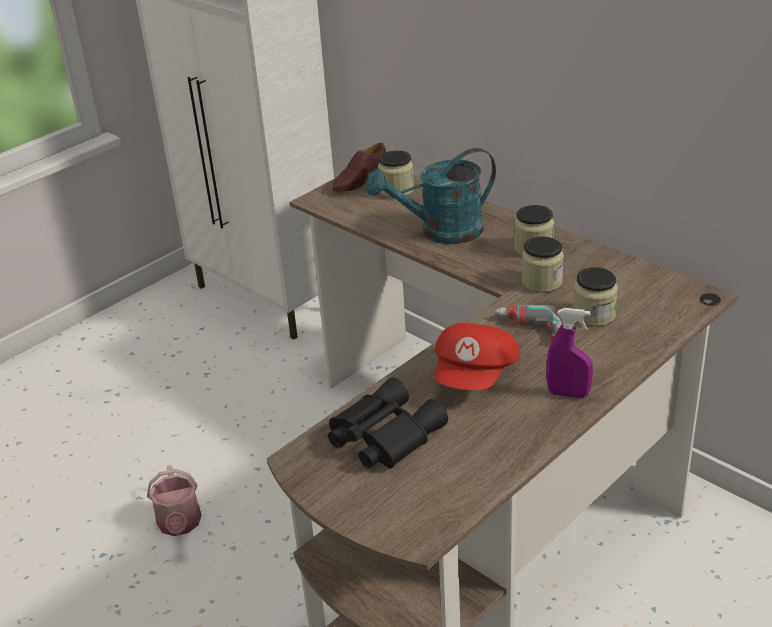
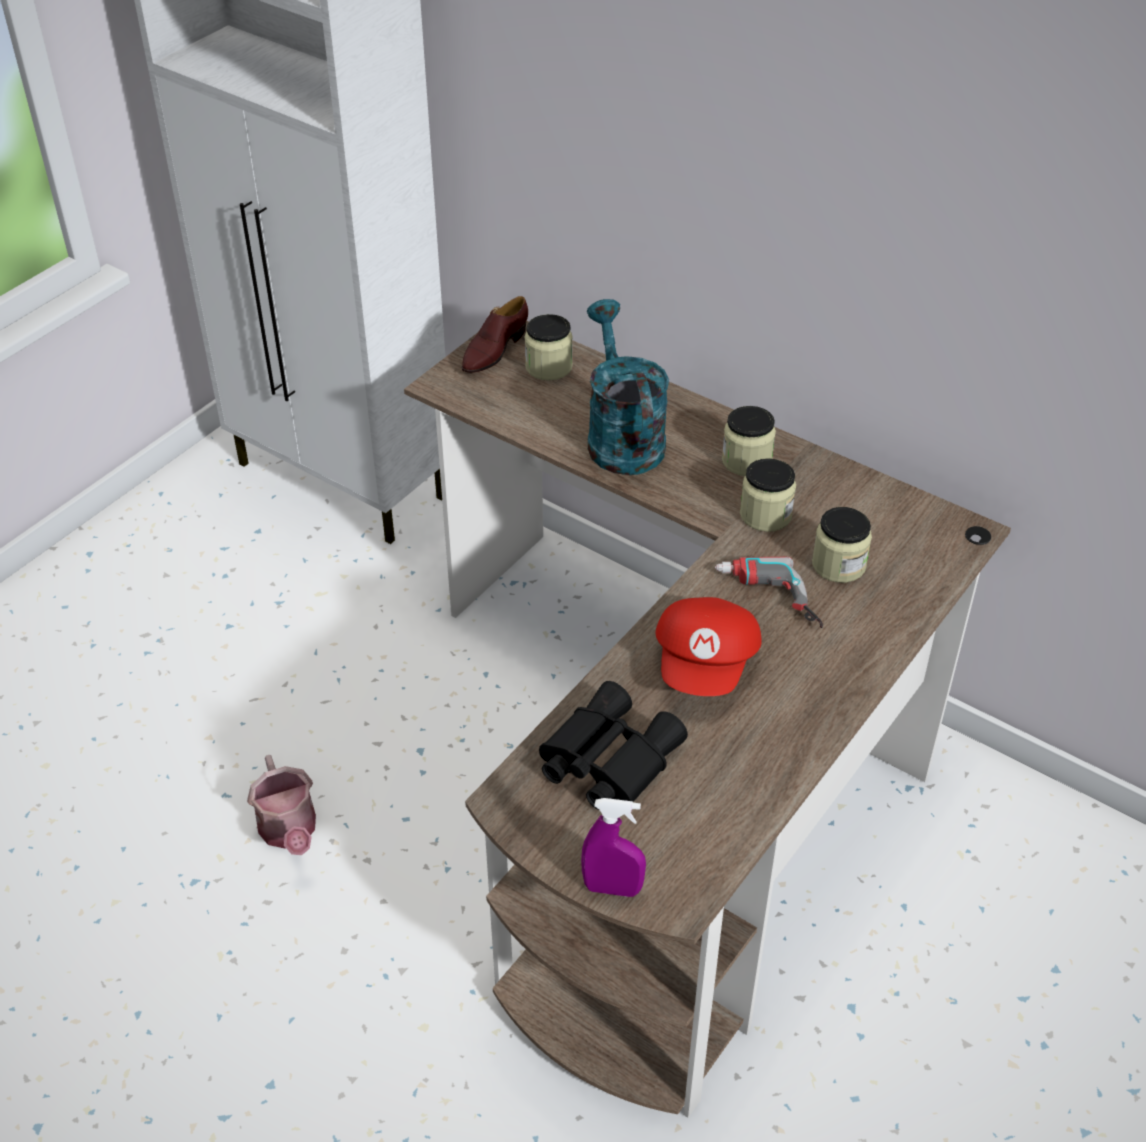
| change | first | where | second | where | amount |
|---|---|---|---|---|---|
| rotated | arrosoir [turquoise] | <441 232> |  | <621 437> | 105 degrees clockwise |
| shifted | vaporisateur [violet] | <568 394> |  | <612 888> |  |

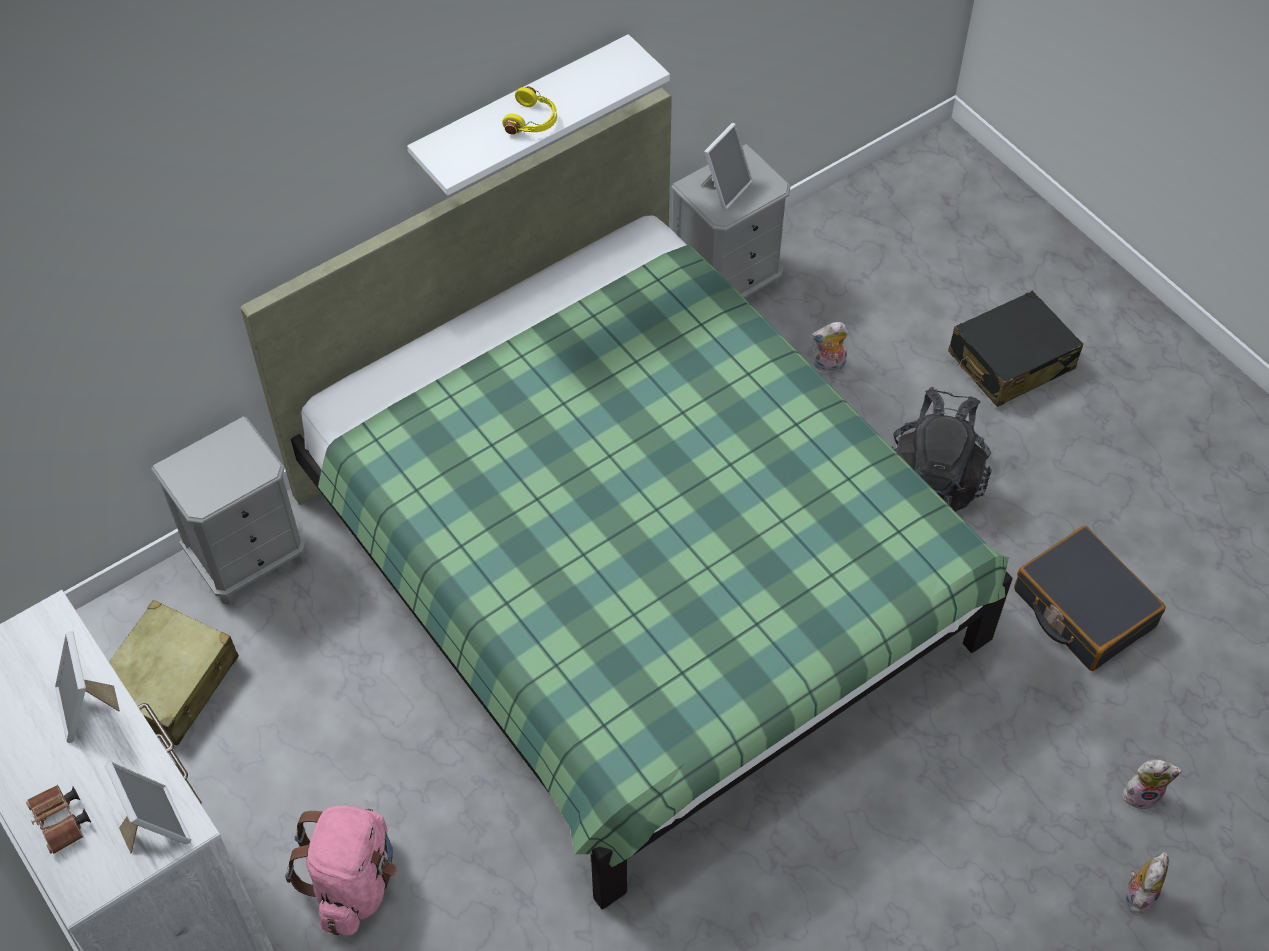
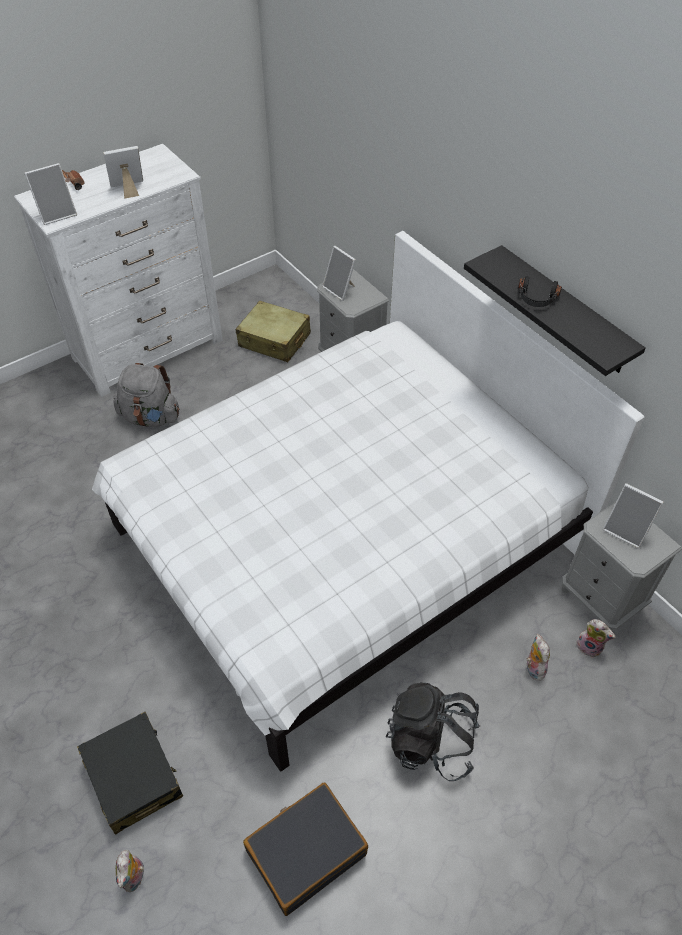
| change | first | where | second | where | amount |
|---|---|---|---|---|---|
| repainted | lit [vert] | <634 569> | lit [blanc] | <343 539> |  |
| repainted | sac à dos [rose] | <353 883> | sac à dos [gris] | <150 417> |  |
| repainted | étagère [blanc] | <521 110> | étagère [noir] | <564 310> |  |
| repainted | casque audio [jaune] | <532 121> | casque audio [noir] | <536 299> |  |
| shifted | valise [noir] | <1010 361> |  | <134 777> |  |
| shifted | peluche | <1139 894> |  | <590 646> |  |
| new |  |  | cadre photo | <340 289> |  |

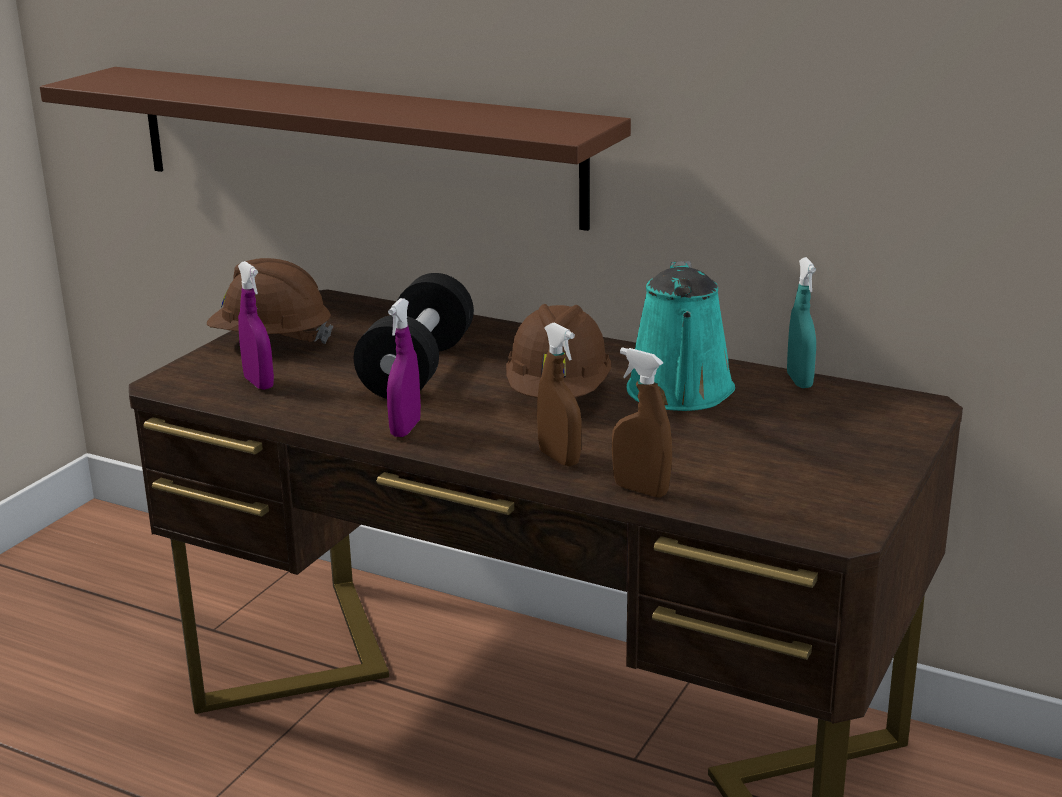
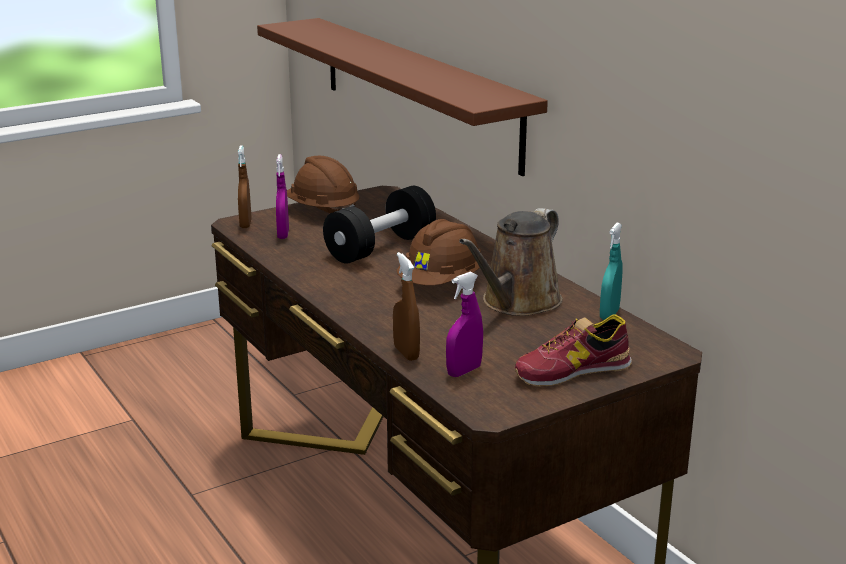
| change | first | where | second | where | amount |
|---|---|---|---|---|---|
| shifted | vaporisateur [violet] | <405 429> |  | <464 371> |  |
| shifted | vaporisateur [marron] | <559 458> |  | <245 224> |  |
| repainted | arrosoir [turquoise] | <681 394> | arrosoir [marron] | <517 303> |  |
| new |  |  | chaussure | <572 370> |  |

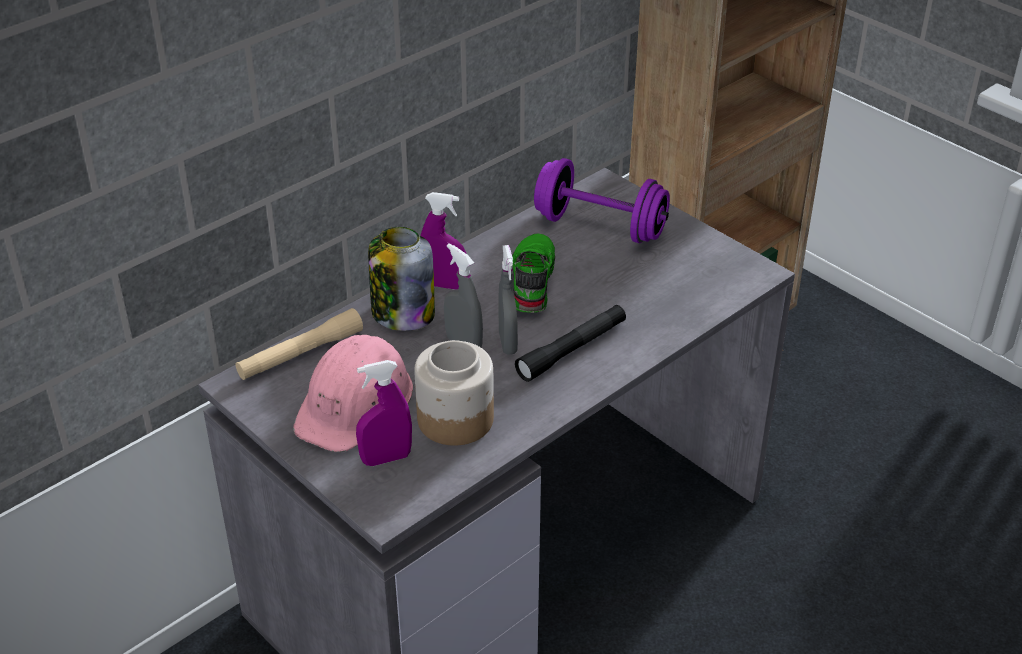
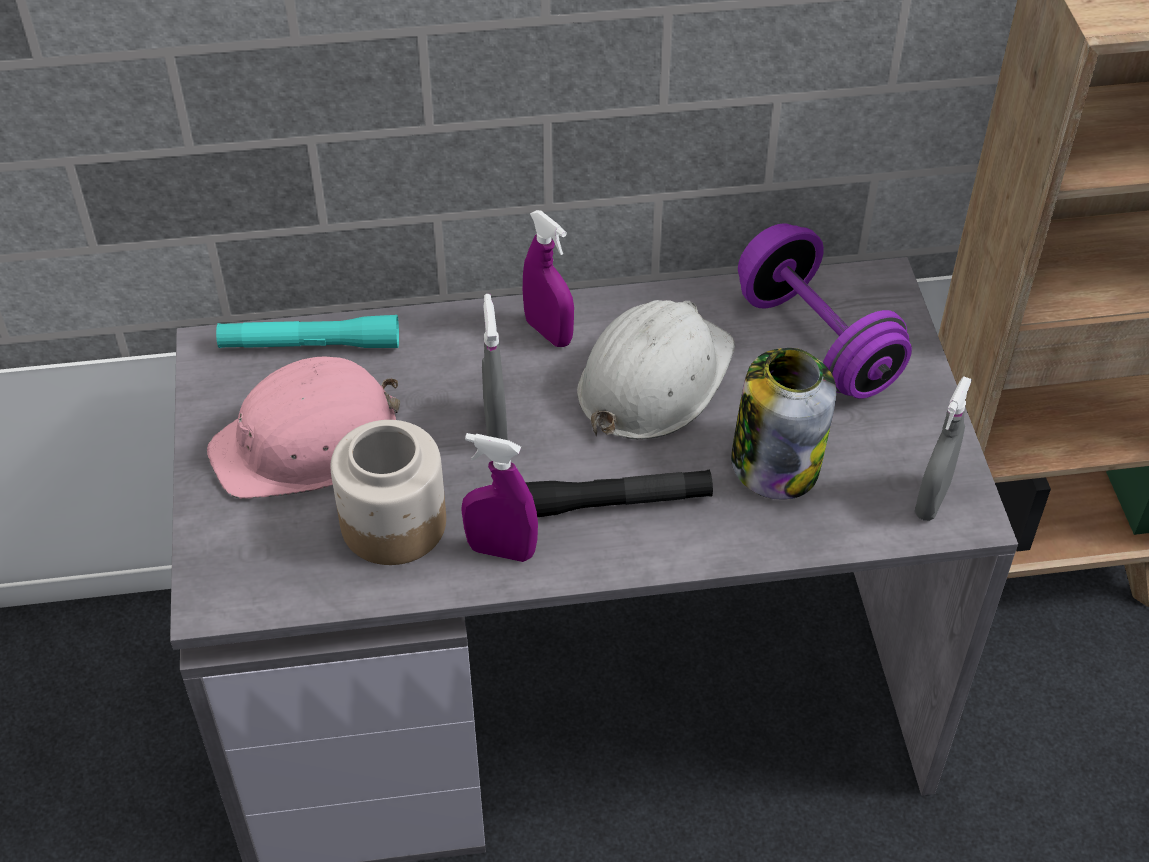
| change | first | where | second | where | amount |
|---|---|---|---|---|---|
| repainted | lampe de poche [beige] | <300 354> | lampe de poche [turquoise] | <310 345> |  |
| shifted | vaporisateur [violet] | <386 458> |  | <501 550> |  |
| shifted | bocal | <402 313> |  | <775 462> |  |
| shifted | vaporisateur [gris] | <507 343> |  | <932 500> |  |
| swapped | chaussure [vert] | <529 282> | casque de chantier [blanc] | <653 379> |  |

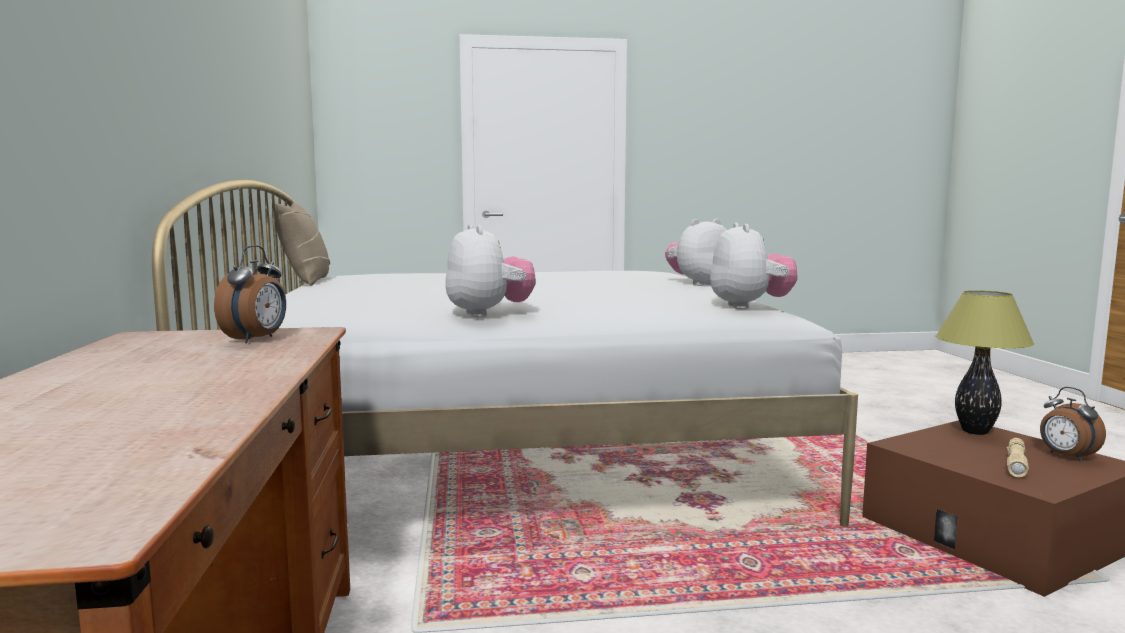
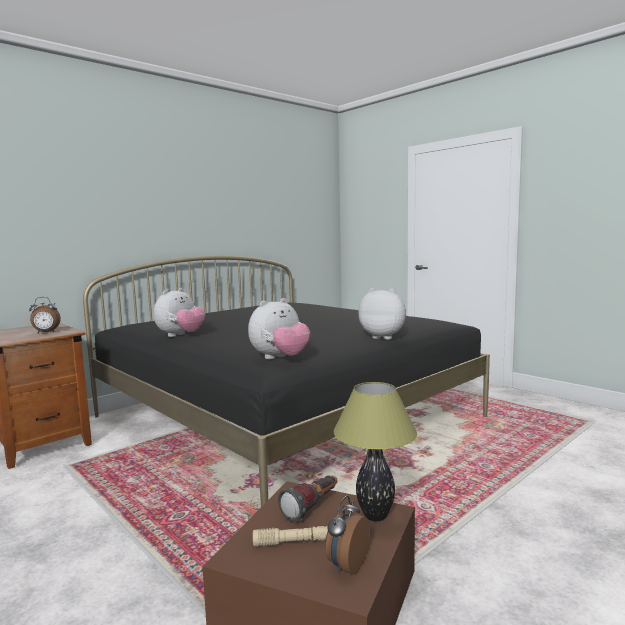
| change | first | where | second | where | amount |
|---|---|---|---|---|---|
| repainted | lit [blanc] | <511 446> | lit [noir] | <285 416> |  |
| gone | coussin [beige] | <306 281> |  |  |  |
| new |  |  | lampe de poche | <312 508> |  |

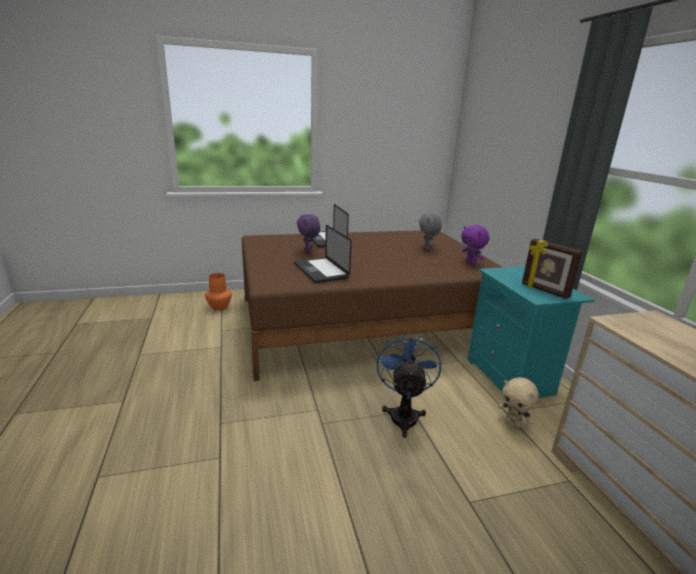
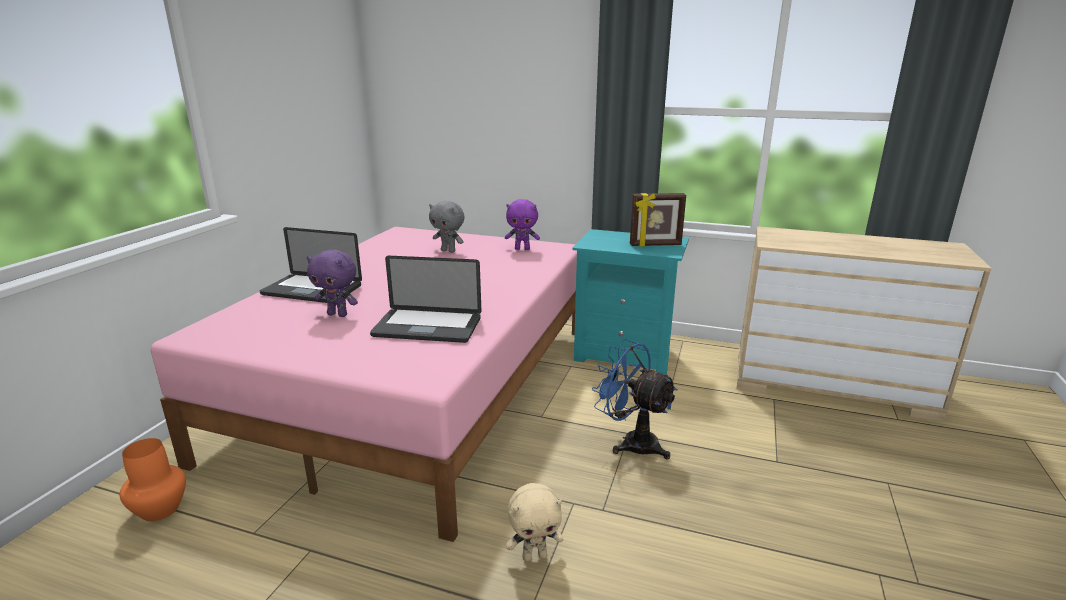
| change | first | where | second | where | amount |
|---|---|---|---|---|---|
| repainted | lit [marron] | <363 322> | lit [rose] | <420 388> |  |
| shifted | peluche [beige] | <513 423> |  | <535 556> |  |

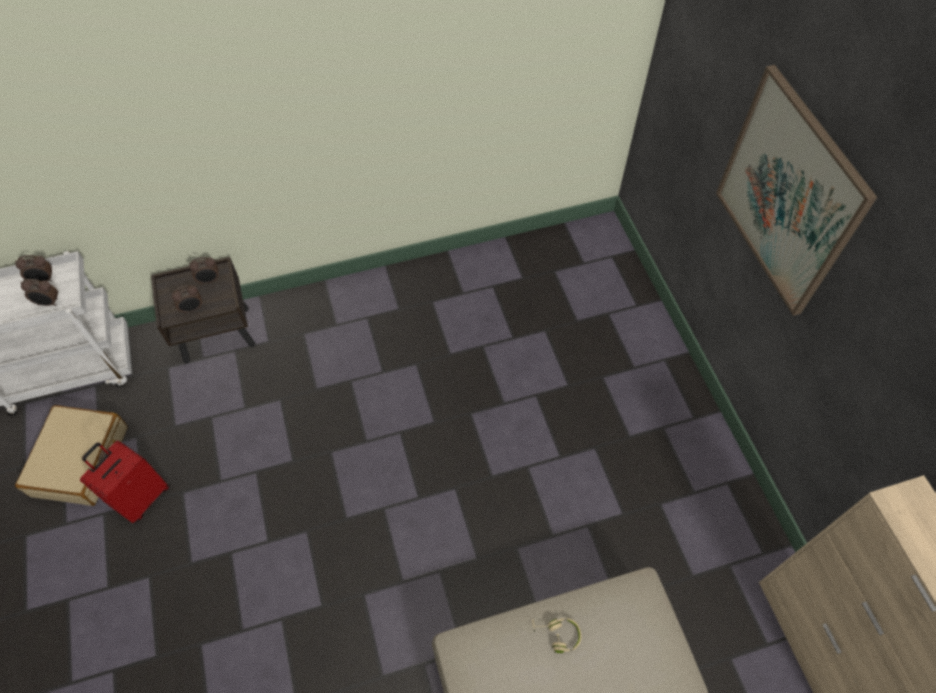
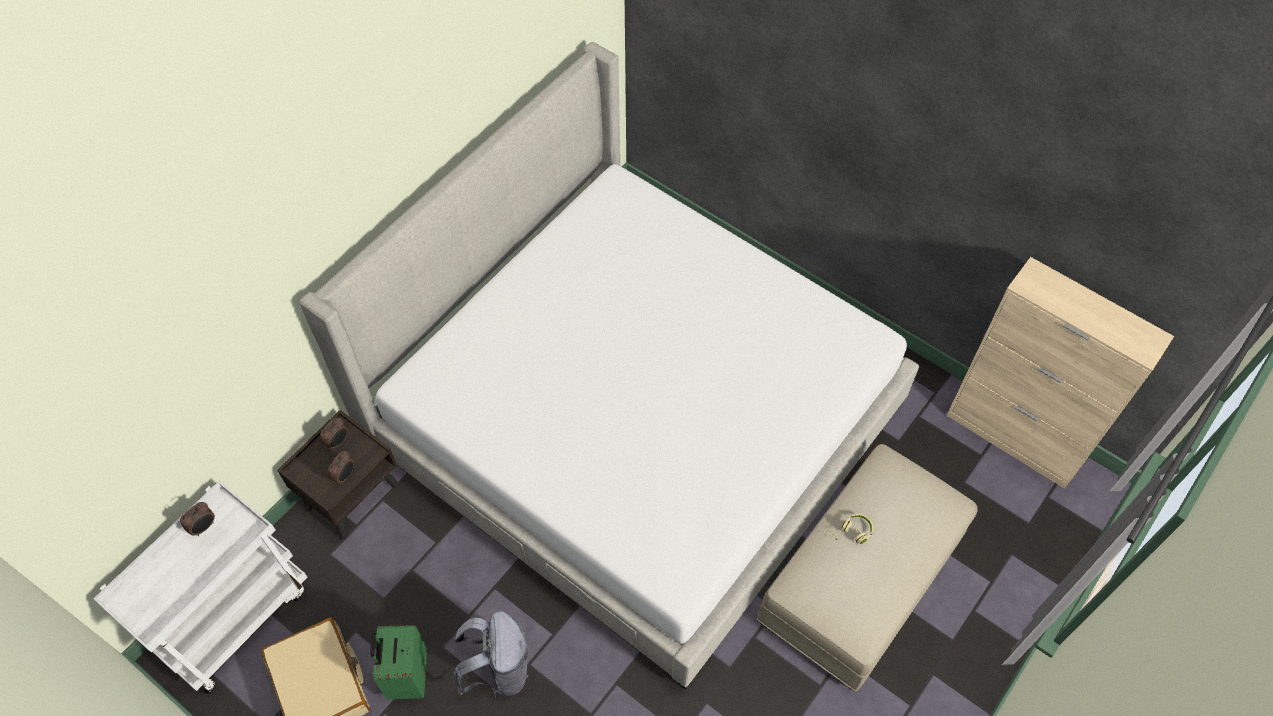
| change | first | where | second | where | amount |
|---|---|---|---|---|---|
| gone | réveil | <48 303> |  |  |  |
| repainted | valise [rouge] | <141 497> | valise [vert] | <407 675> |  |
| gone | tableau | <788 194> |  |  |  |
| new |  |  | lit | <636 424> |  |
| new |  |  | sac à dos [gris] | <499 669> |  |

